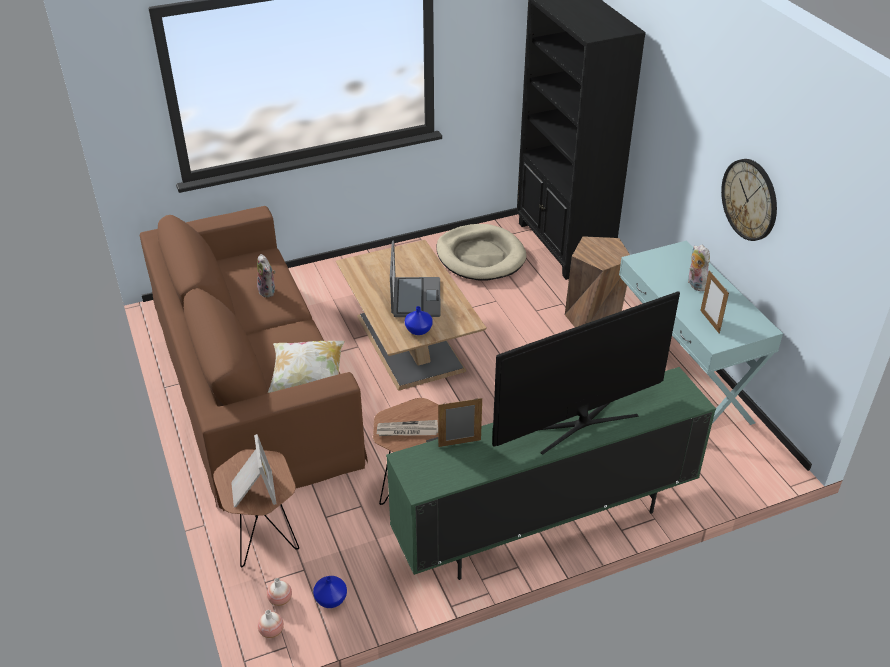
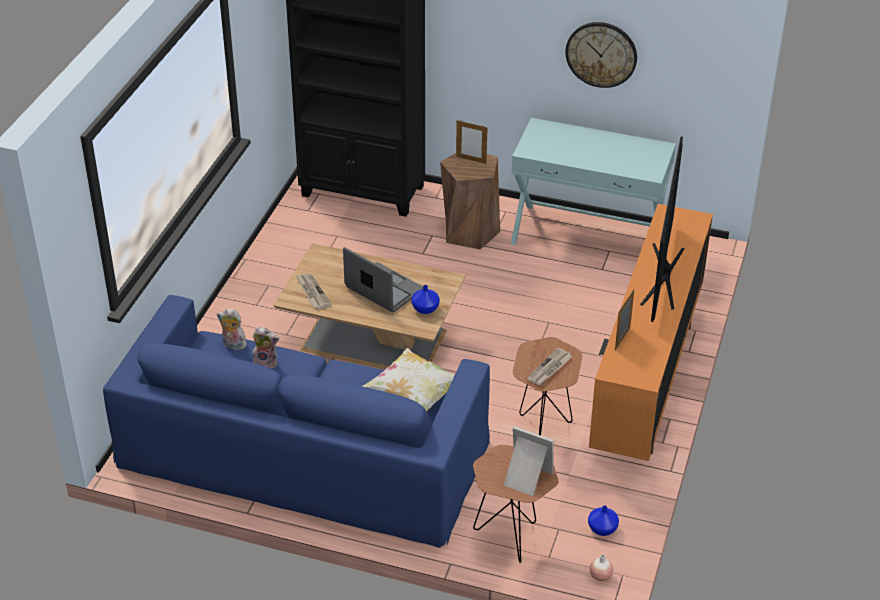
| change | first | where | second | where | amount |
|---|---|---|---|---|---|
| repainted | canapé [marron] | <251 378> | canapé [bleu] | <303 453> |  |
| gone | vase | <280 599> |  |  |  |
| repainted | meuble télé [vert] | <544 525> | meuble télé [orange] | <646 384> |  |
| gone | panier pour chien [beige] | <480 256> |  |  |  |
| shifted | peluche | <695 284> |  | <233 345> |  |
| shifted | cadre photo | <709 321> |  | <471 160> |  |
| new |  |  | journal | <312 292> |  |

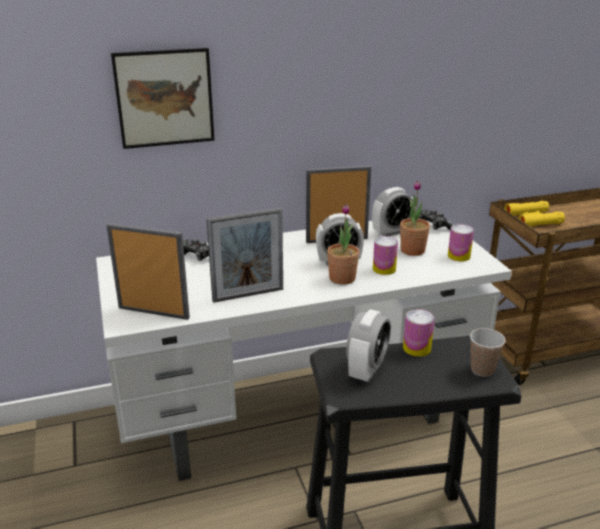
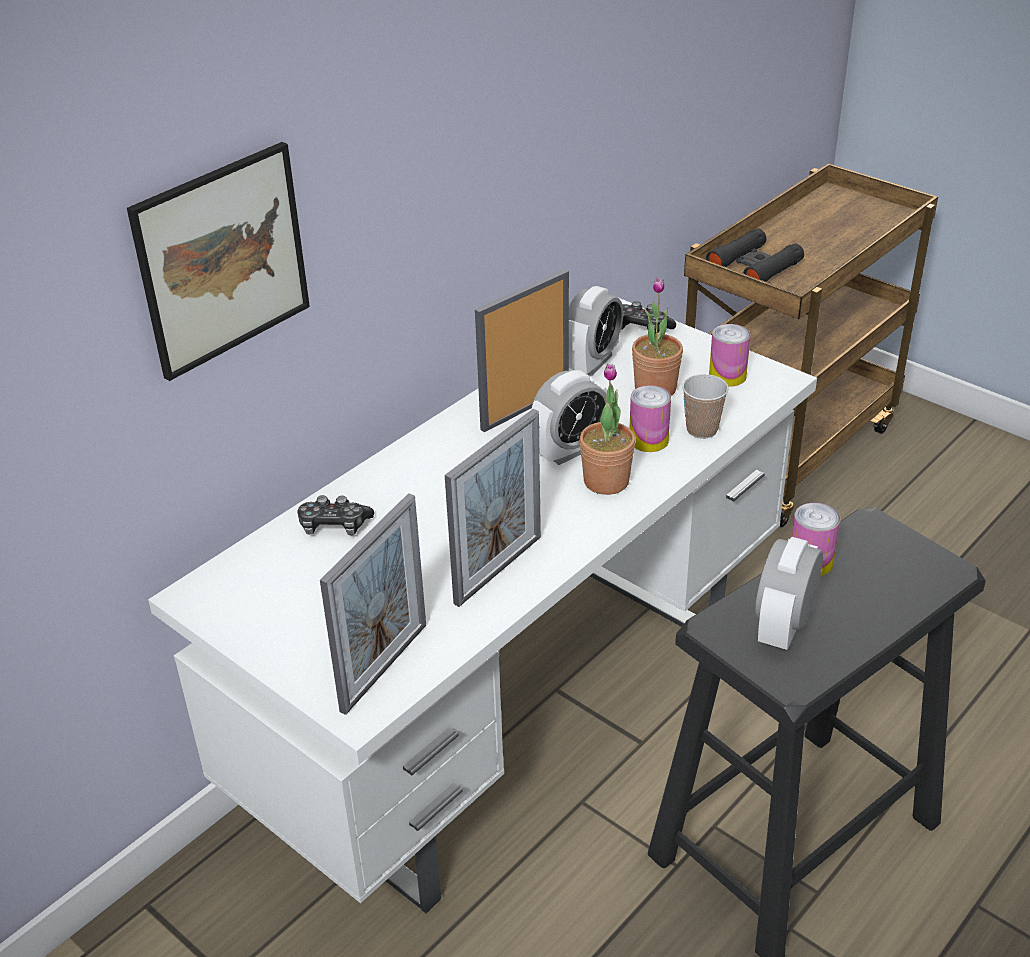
| change | first | where | second | where | amount |
|---|---|---|---|---|---|
| rotated | cadre photo | <153 312> |  | <384 667> | 135 degrees clockwise |
| rotated | réveil | <367 370> |  | <783 627> | 150 degrees counterclockwise |
| shifted | tasse | <482 370> |  | <702 430> |  |
| repainted | jumelles [jaune] | <533 219> | jumelles [noir] | <754 266> |  |

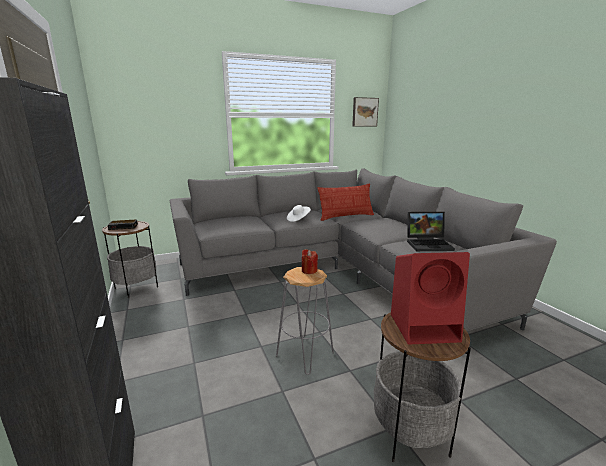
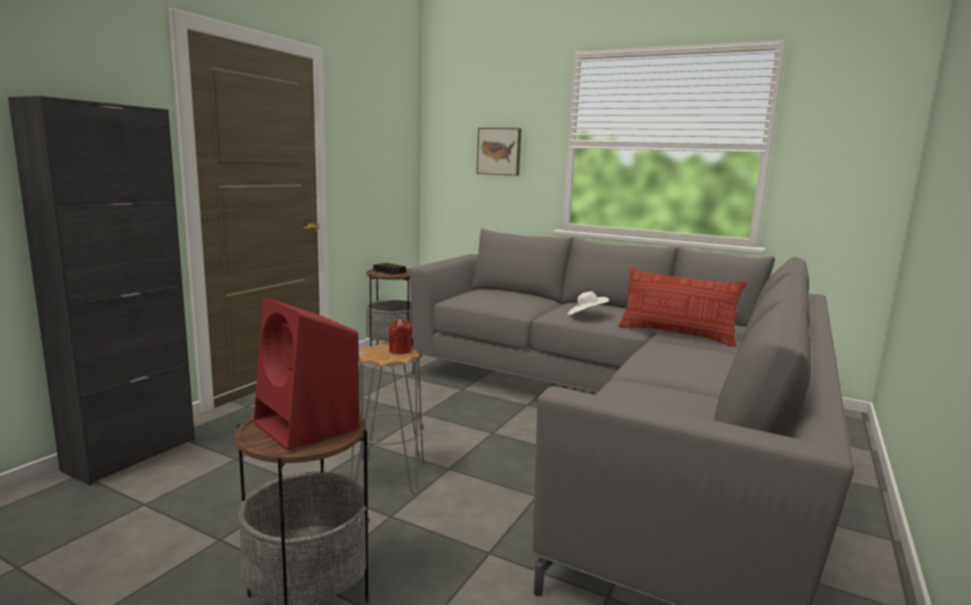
| change | first | where | second | where | amount |
|---|---|---|---|---|---|
| shifted | tableau | <364 112> |  | <499 151> |  |
| gone | ordinateur portable | <429 244> |  |  |  |

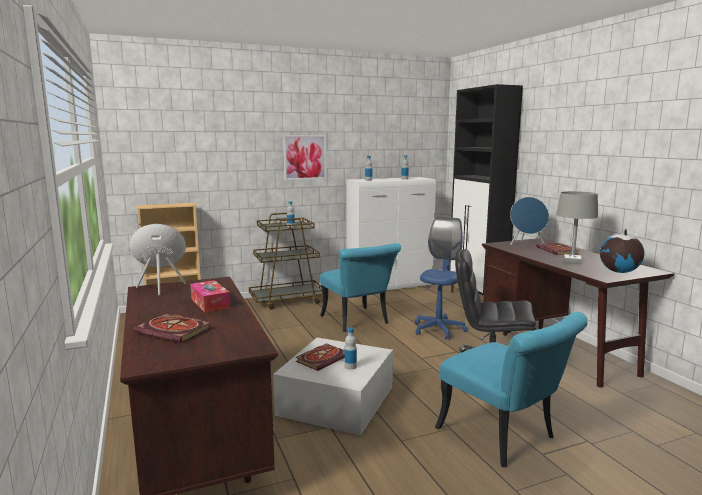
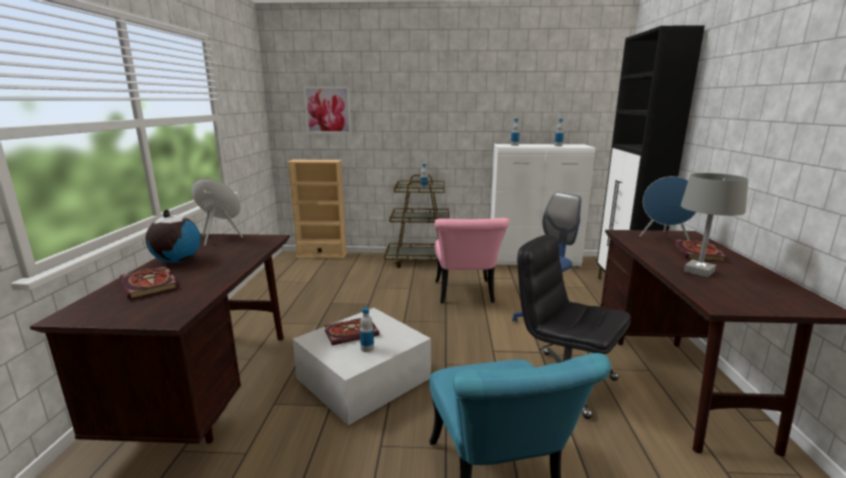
| change | first | where | second | where | amount |
|---|---|---|---|---|---|
| gone | boîte à mouchoirs | <210 303> |  |  |  |
| shifted | tableau | <304 157> |  | <328 110> |  |
| repainted | chaise [turquoise] | <358 322> | chaise [rose] | <465 295> |  |
| shifted | globe | <619 272> |  | <177 261> |  |

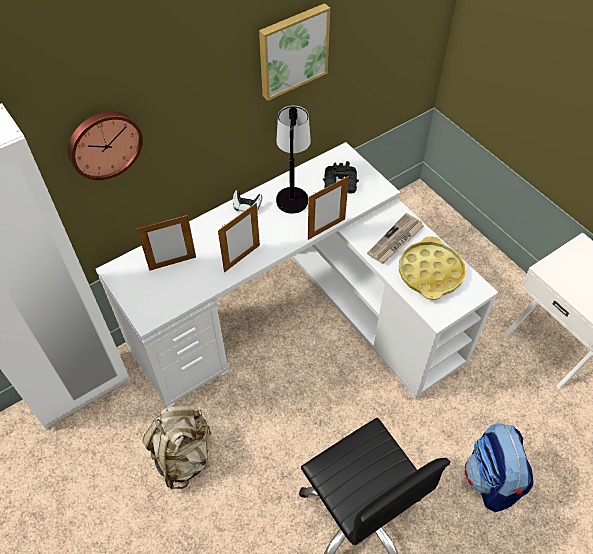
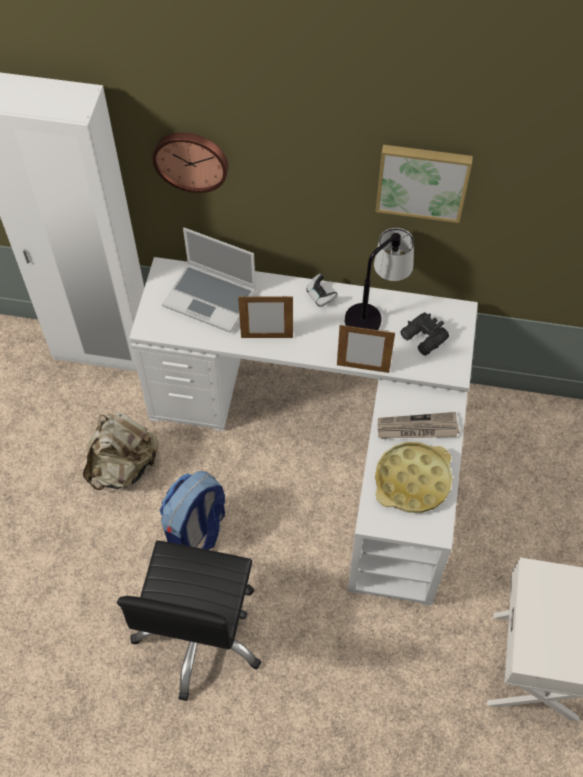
| change | first | where | second | where | amount |
|---|---|---|---|---|---|
| swapped | cadre photo | <172 263> | ordinateur portable | <211 298> |  |
| shifted | sac à dos | <491 480> |  | <197 531> |  |

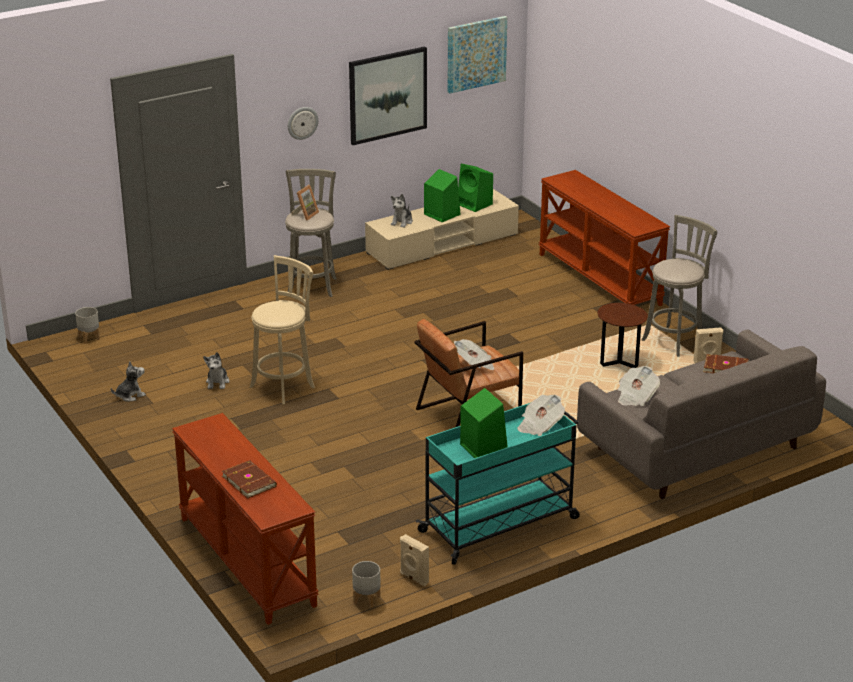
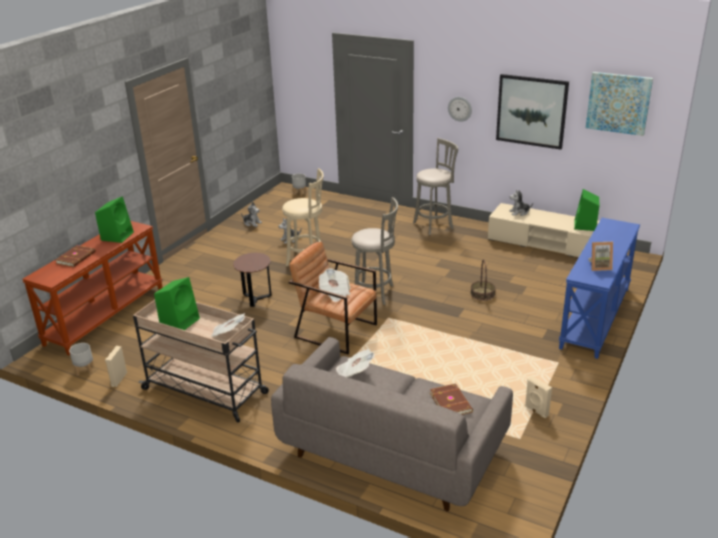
| change | first | where | second | where | amount |
|---|---|---|---|---|---|
| shifted | cadre photo | <305 215> |  | <599 266> |  |
| repainted | chariot [turquoise] | <500 524> | chariot [beige] | <206 391> |  |
| shifted | enceinte [vert] | <441 214> |  | <117 236> |  |
| repainted | table console [marron] | <600 279> | table console [bleu] | <596 318> |  |
| shifted | table d'appoint [marron] | <619 362> |  | <255 299> |  |
| shifted | tabouret [gris] | <675 340> |  | <376 294> |  |
| new |  |  | panier | <482 294> |  |

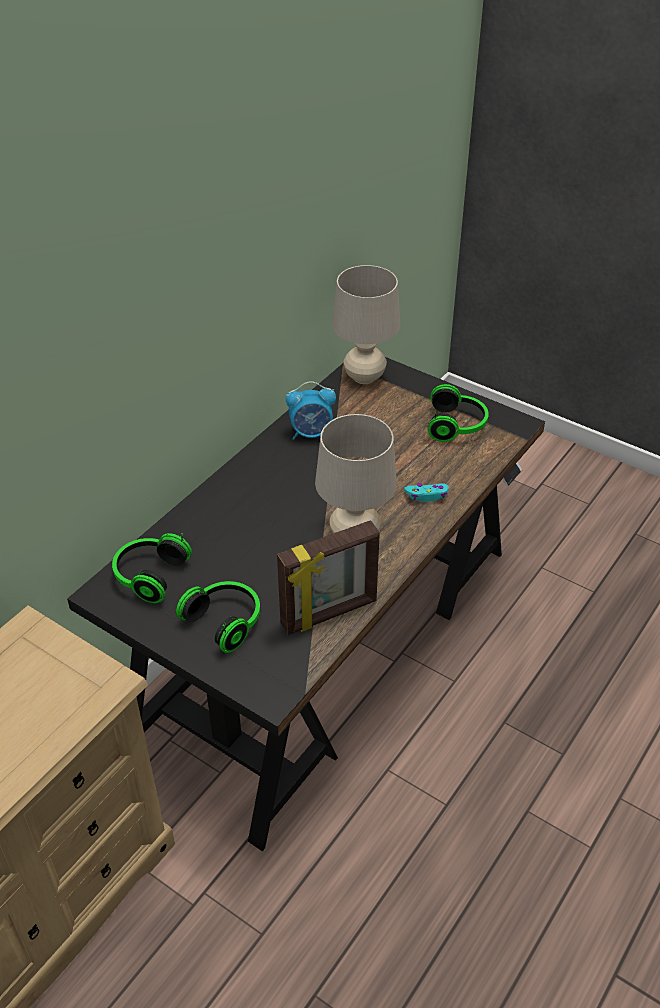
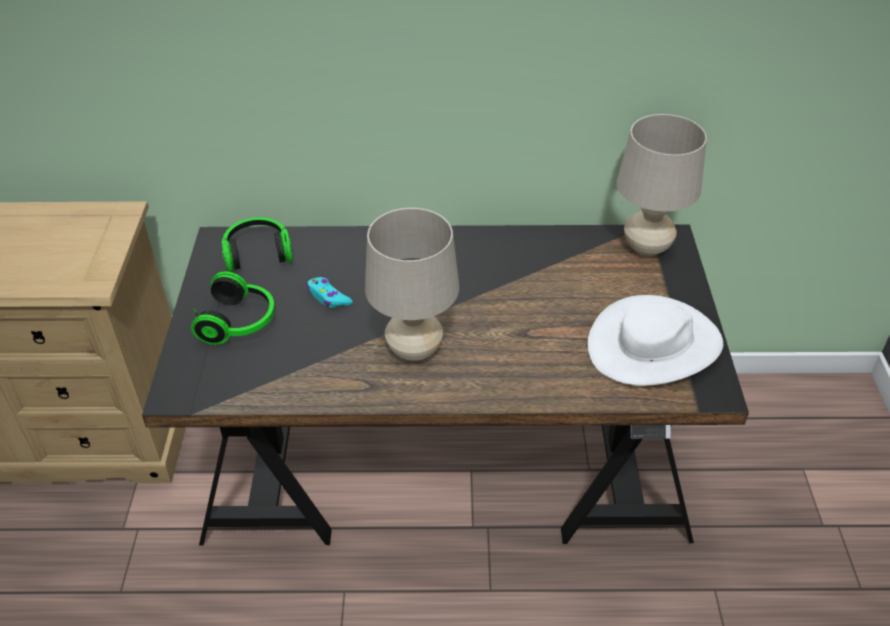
| change | first | where | second | where | amount |
|---|---|---|---|---|---|
| gone | cadre photo | <329 614> |  |  |  |
| gone | réveil | <311 433> |  |  |  |
| shifted | manette [turquoise] | <427 495> |  | <328 297> |  |
| swapped | casque audio | <457 425> | chapeau [blanc] | <654 345> |  |

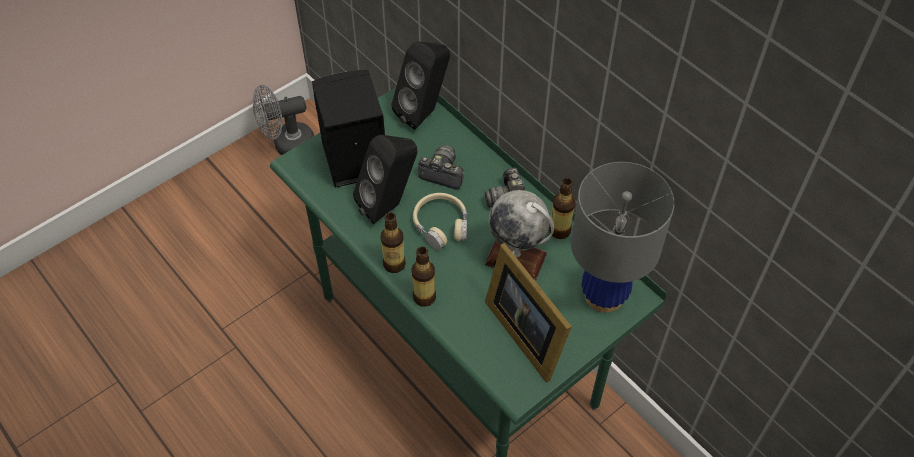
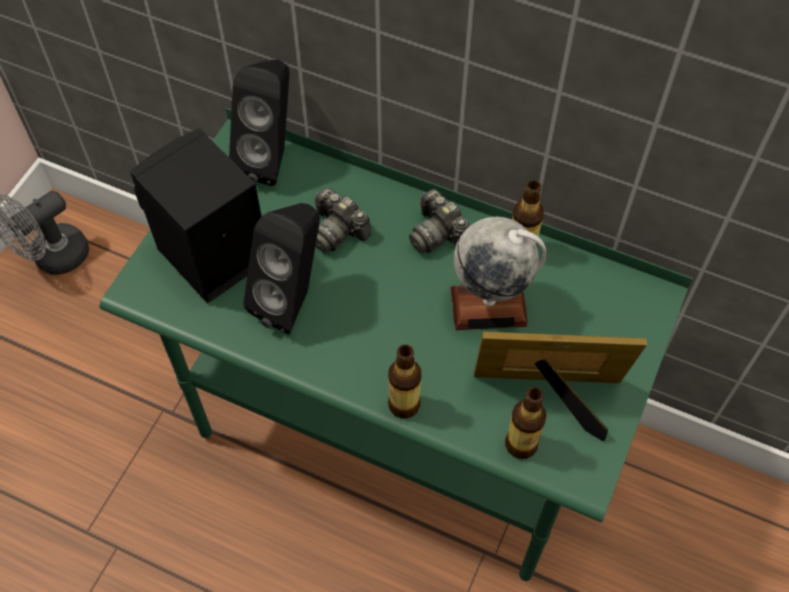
| change | first | where | second | where | amount |
|---|---|---|---|---|---|
| shifted | bouteille | <394 264> |  | <521 444> |  |
| gone | casque audio [beige] | <441 225> |  |  |  |
| rotated | appareil photo | <442 173> |  | <337 231> | 135 degrees counterclockwise |
| rotated | cadre photo | <526 330> |  | <552 395> | 150 degrees clockwise |
| gone | lampe de table [gris] | <603 295> |  |  |  |

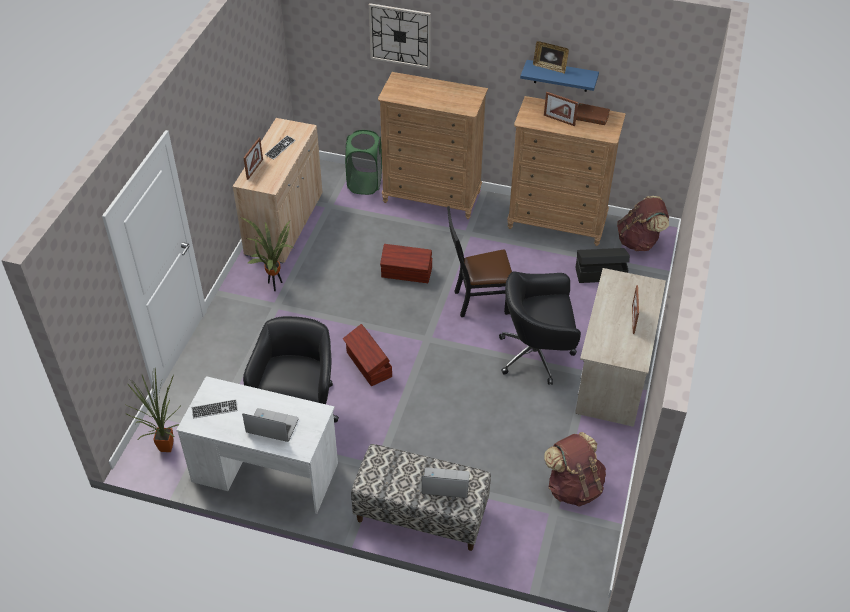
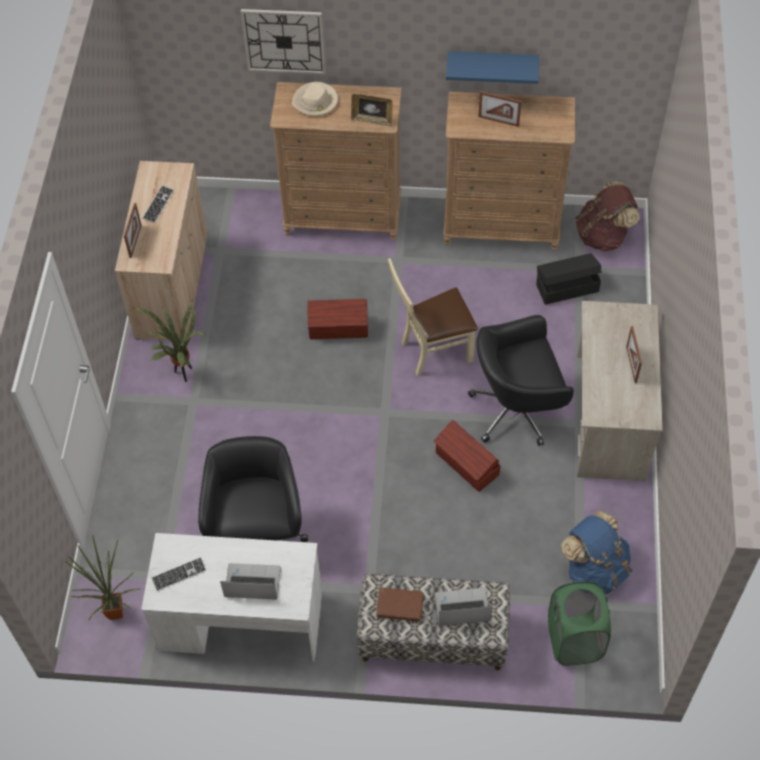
| change | first | where | second | where | amount |
|---|---|---|---|---|---|
| shifted | boîte de rangement [marron] | <368 365> |  | <467 465> |  |
| shifted | panier à linge [vert] | <365 183> |  | <574 640> |  |
| repainted | chaise [noir] | <477 301> | chaise [beige] | <432 351> |  |
| shifted | cadre photo | <549 67> |  | <372 120> |  |
| repainted | sac à dos [marron] | <573 487> | sac à dos [bleu] | <595 569> |  |
| shifted | livre [marron] | <591 117> |  | <400 607> |  |
| new |  |  | chapeau [beige] | <315 102> |  |

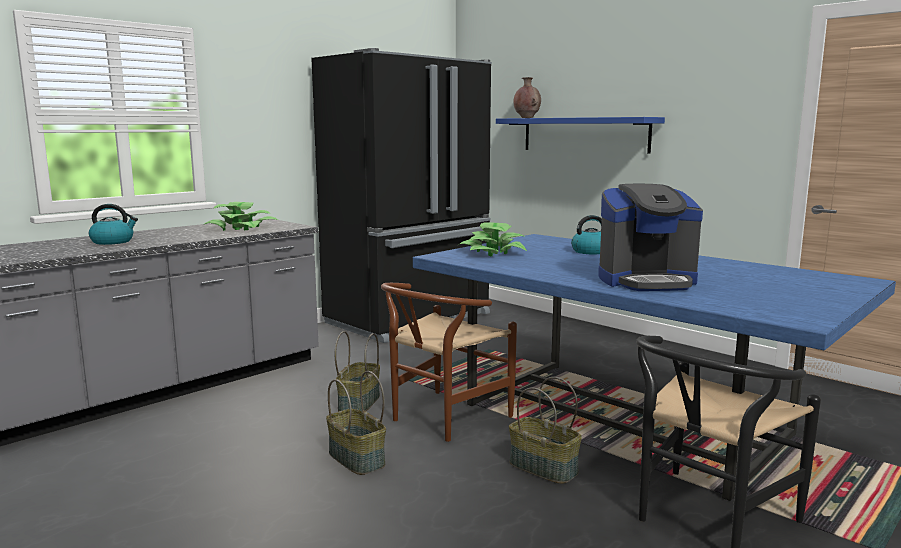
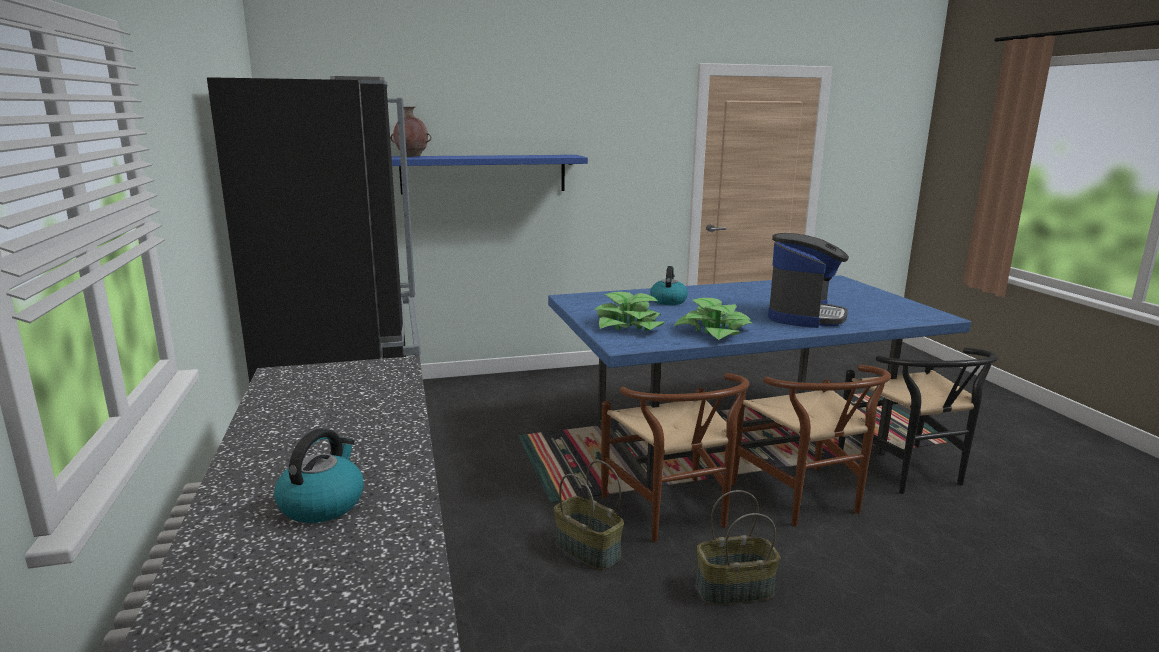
| change | first | where | second | where | amount |
|---|---|---|---|---|---|
| shifted | plante en pot | <241 228> |  | <714 331> |  |
| swapped | panier | <542 468> | chaise [marron] | <805 501> |  |

